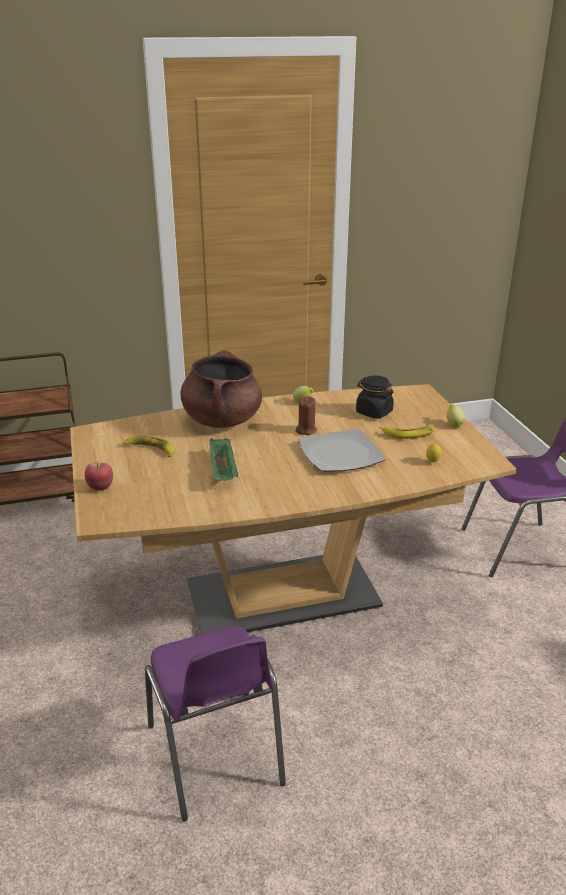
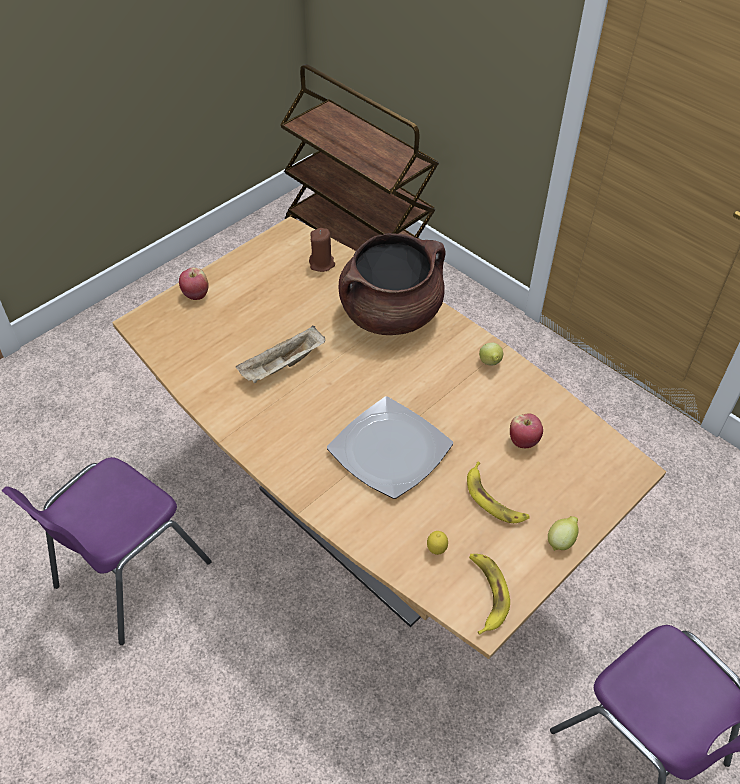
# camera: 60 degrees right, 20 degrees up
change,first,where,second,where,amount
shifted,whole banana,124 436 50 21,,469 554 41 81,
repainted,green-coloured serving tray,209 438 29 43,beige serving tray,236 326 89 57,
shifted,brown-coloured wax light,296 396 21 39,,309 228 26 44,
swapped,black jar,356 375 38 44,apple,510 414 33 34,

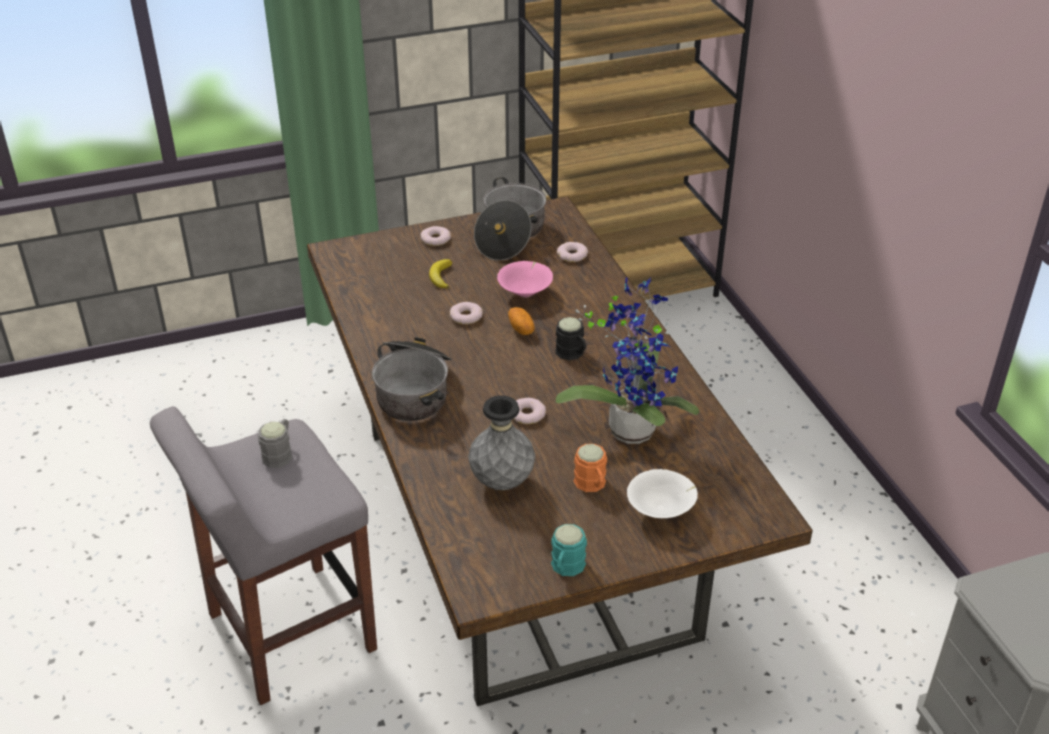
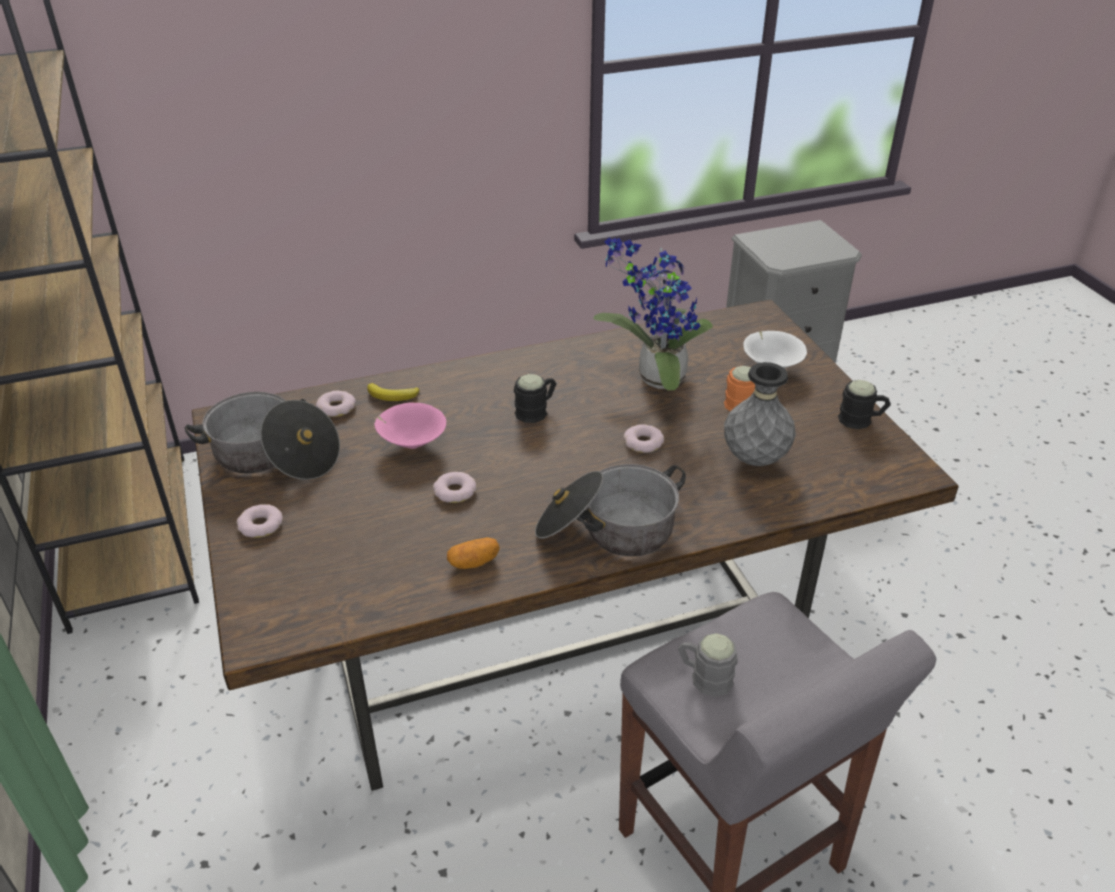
# camera: 90 degrees left, 0 degrees up
change,first,where,second,where,amount
shifted,whole banana,429 259 23 29,,367 383 52 18,
shifted,whole potato,508 307 27 28,,447 537 53 32,
repainted,turquoise tea mug,551 524 36 52,black tea mug,838 380 53 49,

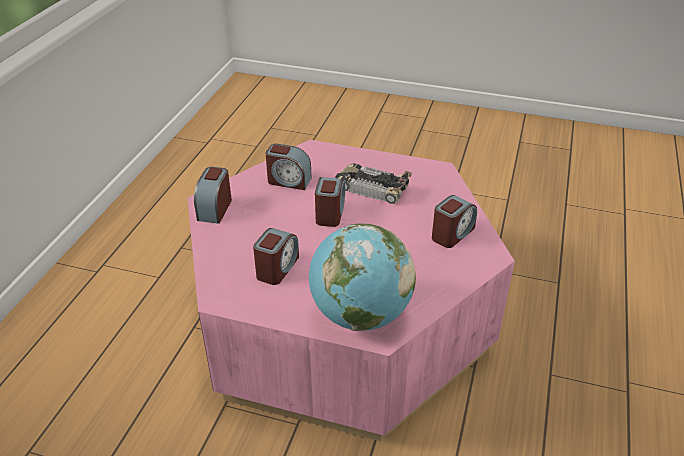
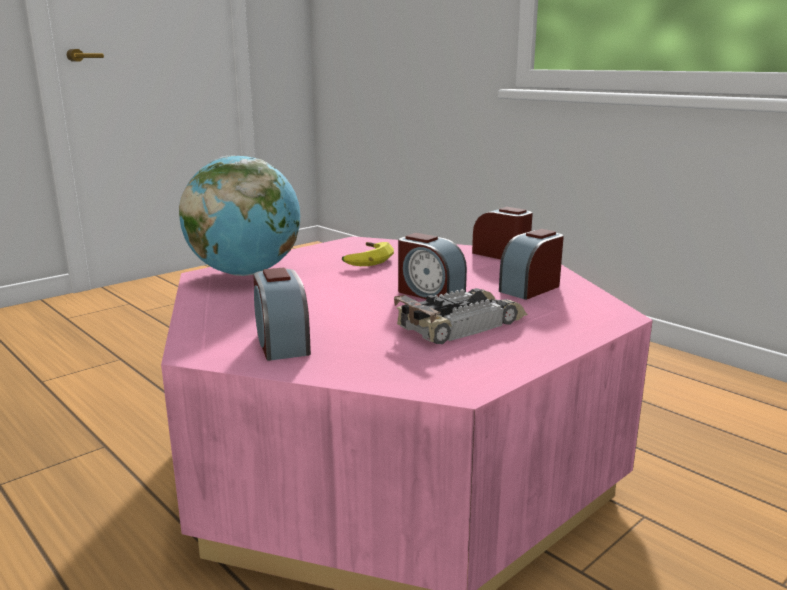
# camera: 120 degrees right, 20 degrees down
change,first,where,second,where,amount
swapped,table clock,253 228 46 57,whole banana,342 242 52 24,

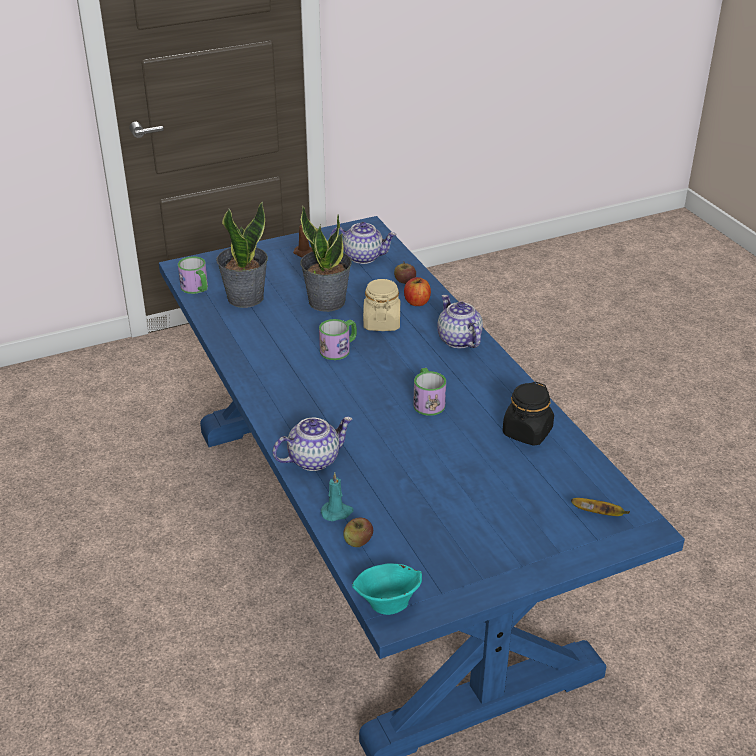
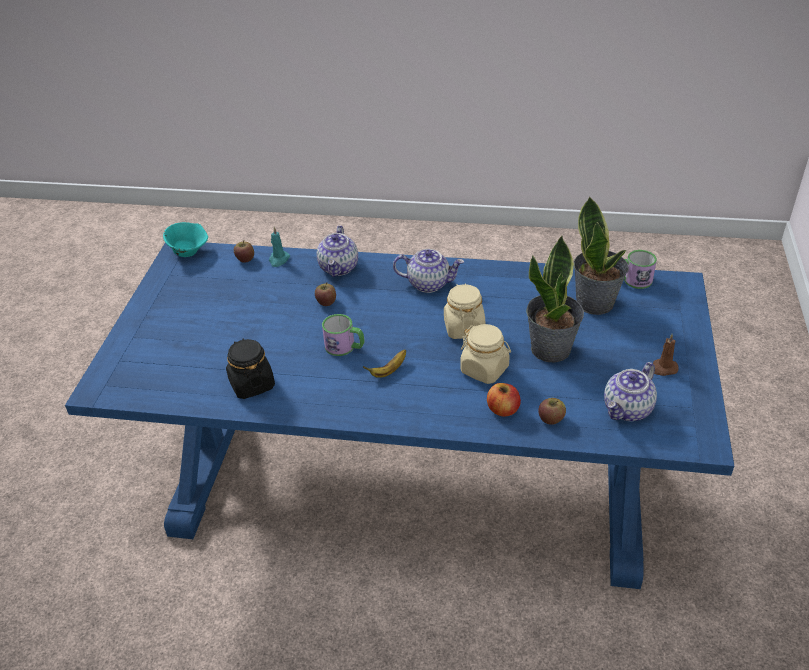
# camera: 125 degrees right, 5 degrees up
change,first,where,second,where,amount
swapped,tea mug,319 319 38 41,beige jar,444 284 41 55,
shifted,teapot,437 295 46 53,,393 249 71 44,
shifted,whole banana,571 498 59 18,,363 349 43 29,
new,,,apple,315 283 21 23,

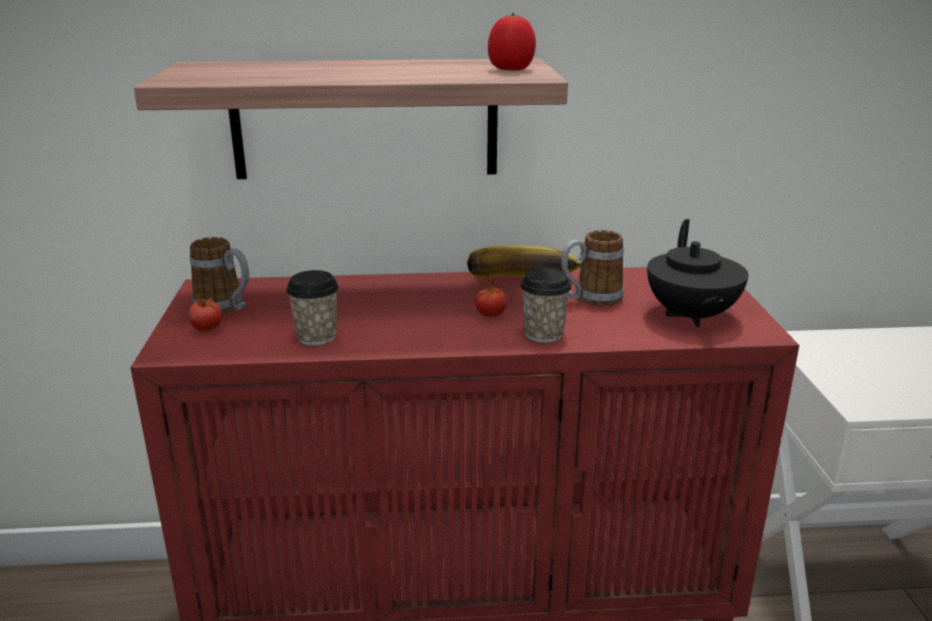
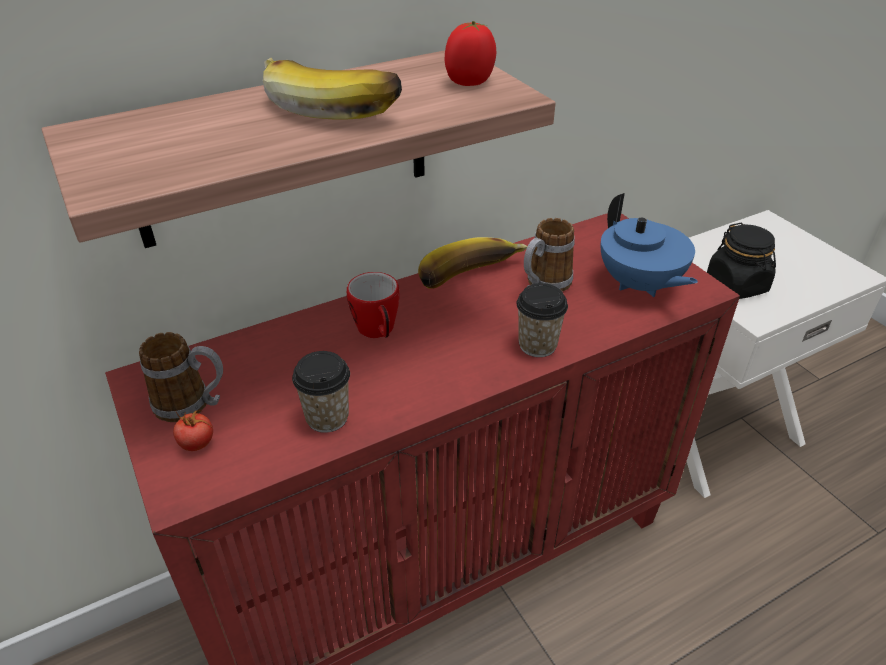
# camera: 25 degrees left, 15 degrees up
change,first,where,second,where,amount
gone,whole tomato,475 277 32 40,,,
repainted,black teapot,647 219 102 108,blue-coloured teapot,600 193 98 104,
new,,,whole banana,263 57 139 63,
new,,,tea mug,347 272 53 66,
new,,,black jar,707 223 69 76,

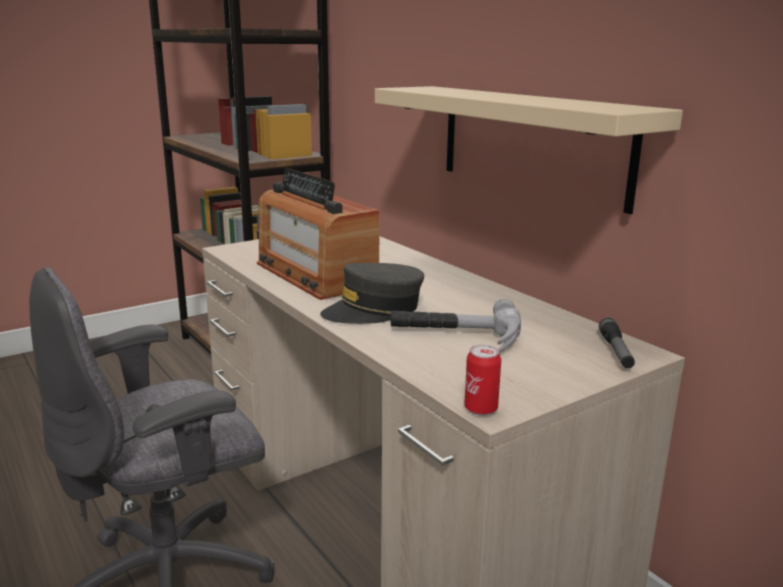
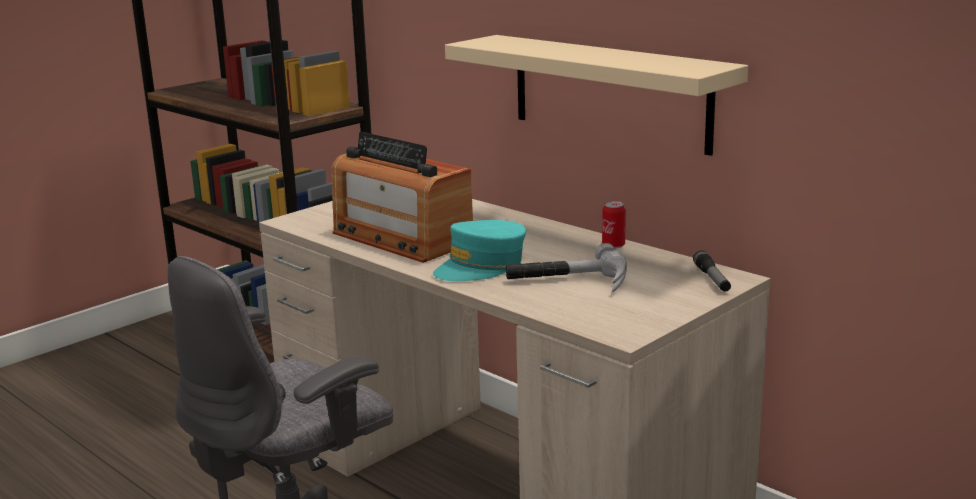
# camera: 10 degrees left, 0 degrees up
change,first,where,second,where,amount
repainted,greyish peaked cap,320 263 104 61,turquoise peaked cap,433 220 93 61,
shifted,can,464 345 37 70,,602 201 24 48,

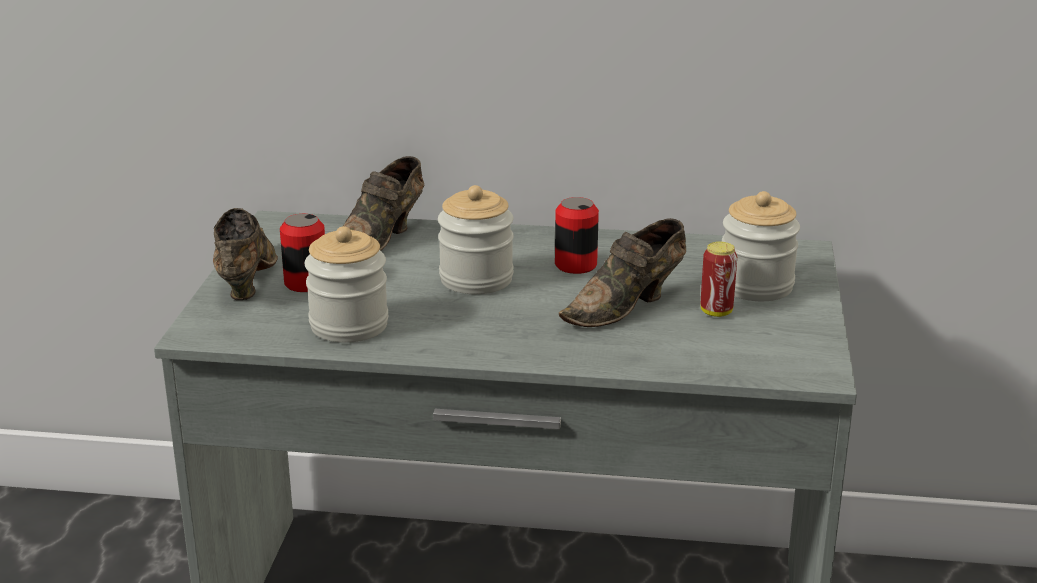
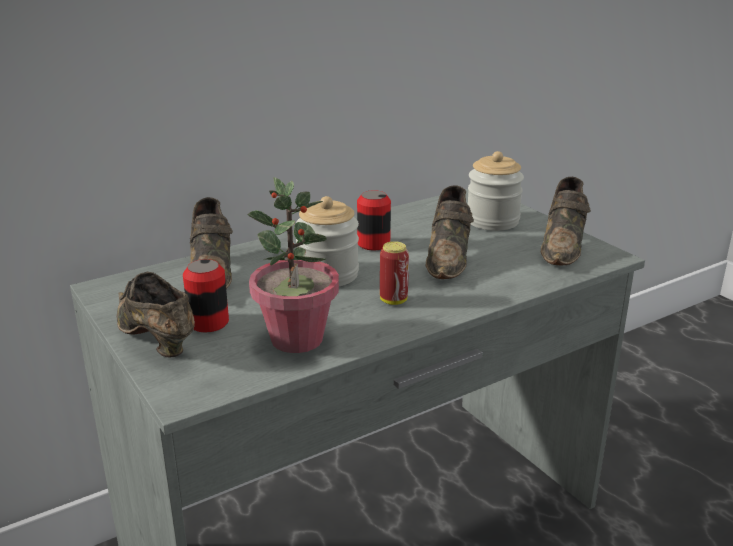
# camera: 40 degrees left, 0 degrees up
change,first,where,second,where,amount
swapped,jar,305 226 83 117,houseplant,248 177 91 176,
shifted,can,701 242 36 75,,380 241 29 64,
new,,,brown-coloured item of footwear,541 177 50 88,

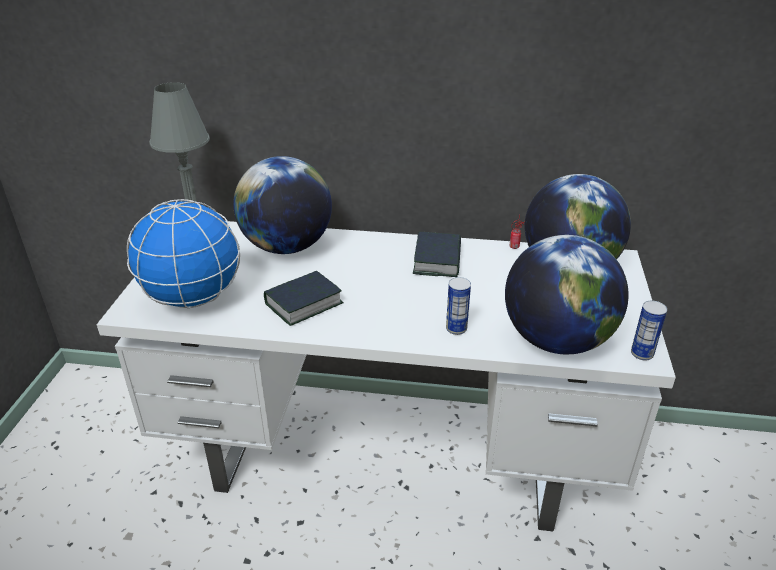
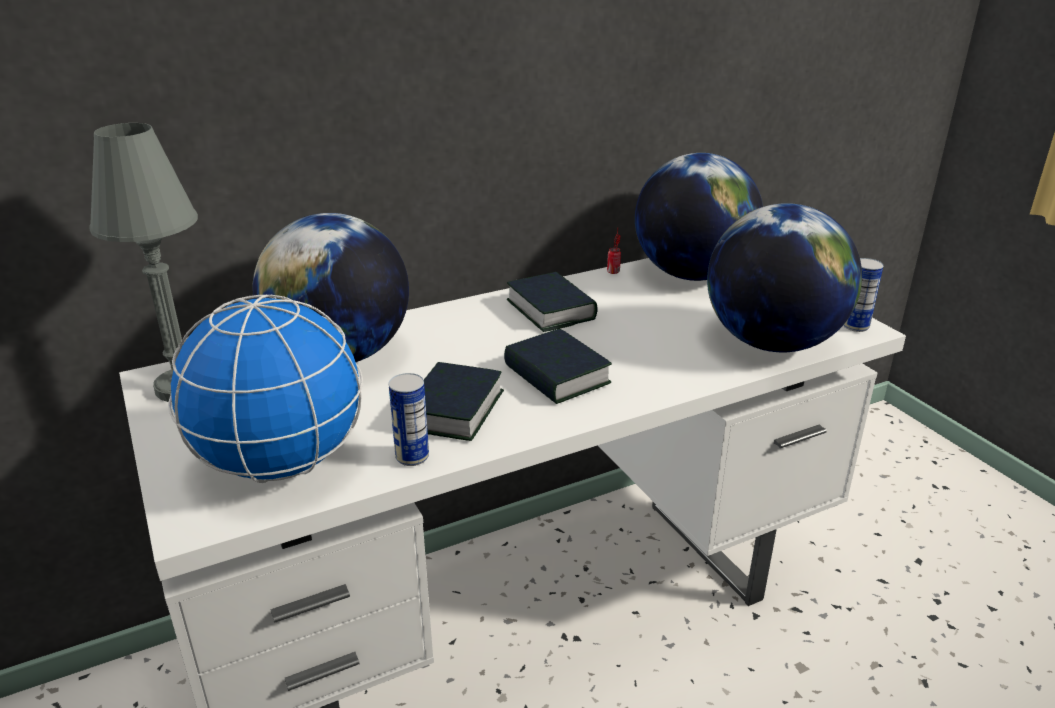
# camera: 35 degrees left, 5 degrees down
change,first,where,second,where,amount
shifted,can,446 277 25 58,,389 373 40 93,
new,,,bound book,504 329 108 75,

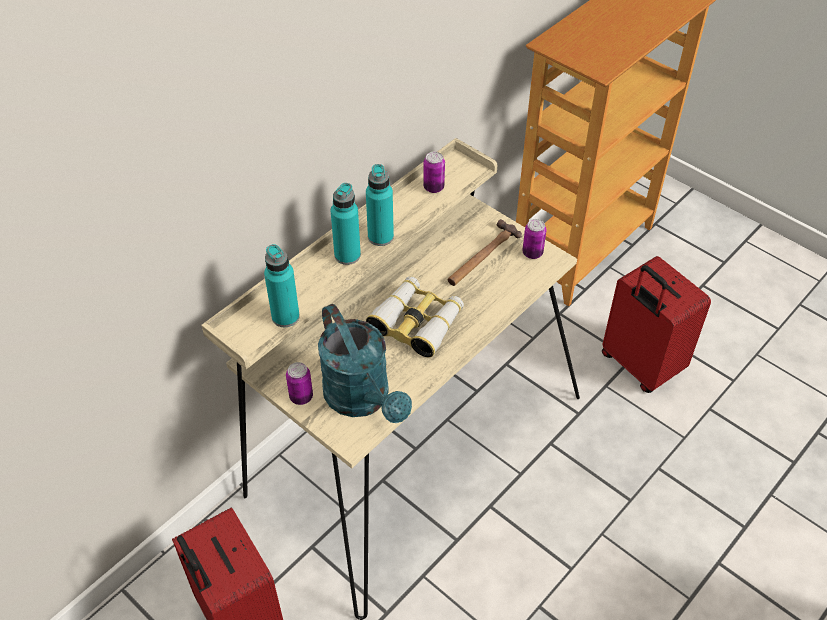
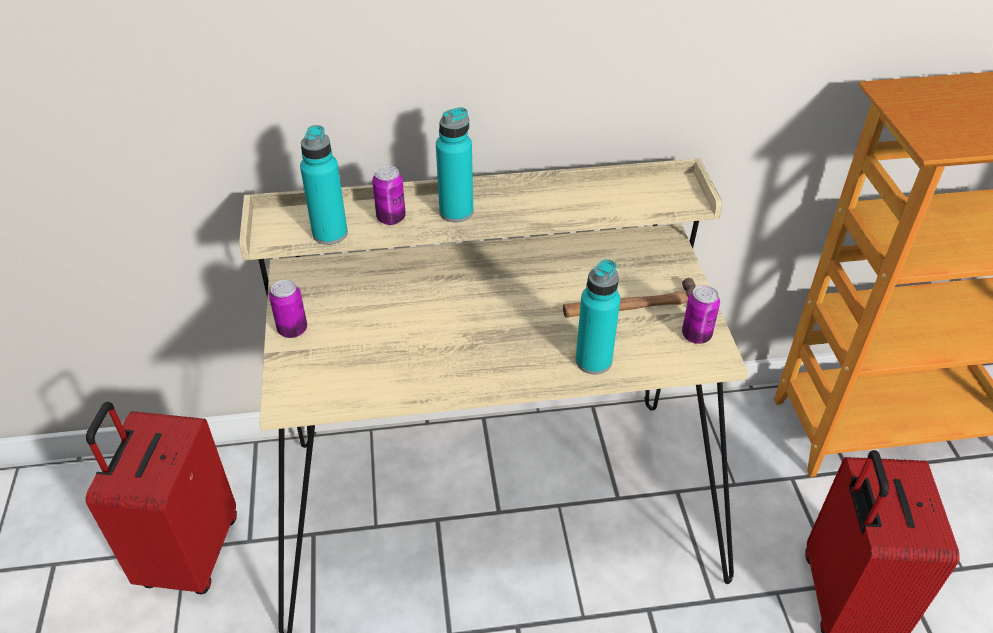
# camera: 40 degrees right, 5 degrees down
change,first,where,second,where,amount
gone,turquoise sprinkling can,318 304 94 119,,,
shifted,turquoise beverage bottle,366 164 28 82,,576 259 44 115,
gone,binoculars,366 276 98 82,,,
shifted,can,423 152 22 41,,372 165 34 60,

